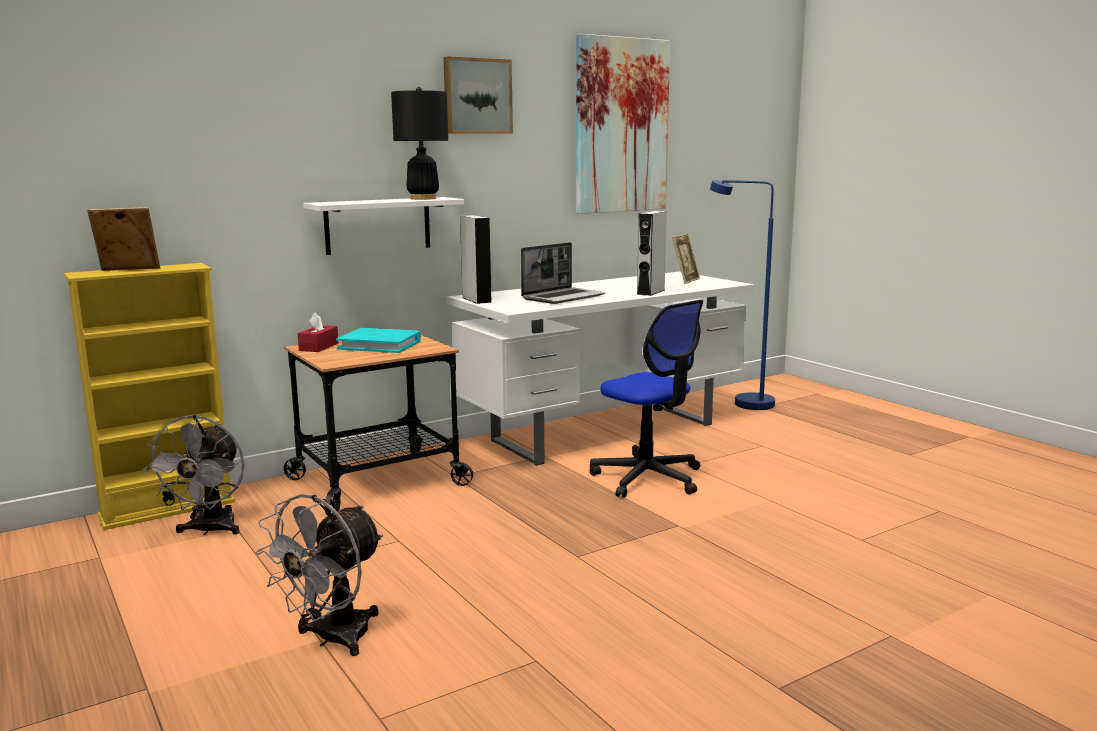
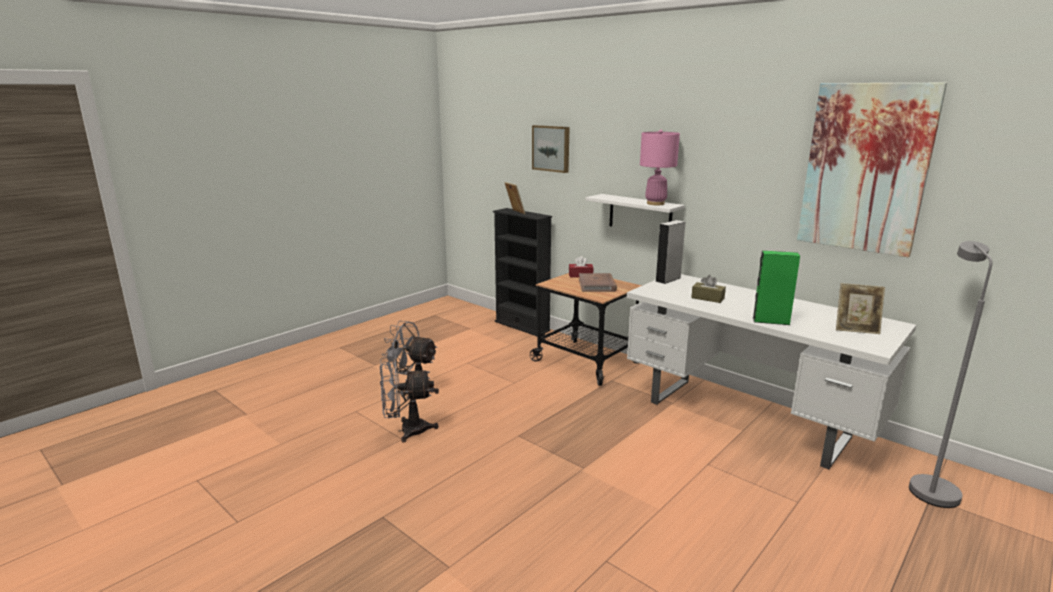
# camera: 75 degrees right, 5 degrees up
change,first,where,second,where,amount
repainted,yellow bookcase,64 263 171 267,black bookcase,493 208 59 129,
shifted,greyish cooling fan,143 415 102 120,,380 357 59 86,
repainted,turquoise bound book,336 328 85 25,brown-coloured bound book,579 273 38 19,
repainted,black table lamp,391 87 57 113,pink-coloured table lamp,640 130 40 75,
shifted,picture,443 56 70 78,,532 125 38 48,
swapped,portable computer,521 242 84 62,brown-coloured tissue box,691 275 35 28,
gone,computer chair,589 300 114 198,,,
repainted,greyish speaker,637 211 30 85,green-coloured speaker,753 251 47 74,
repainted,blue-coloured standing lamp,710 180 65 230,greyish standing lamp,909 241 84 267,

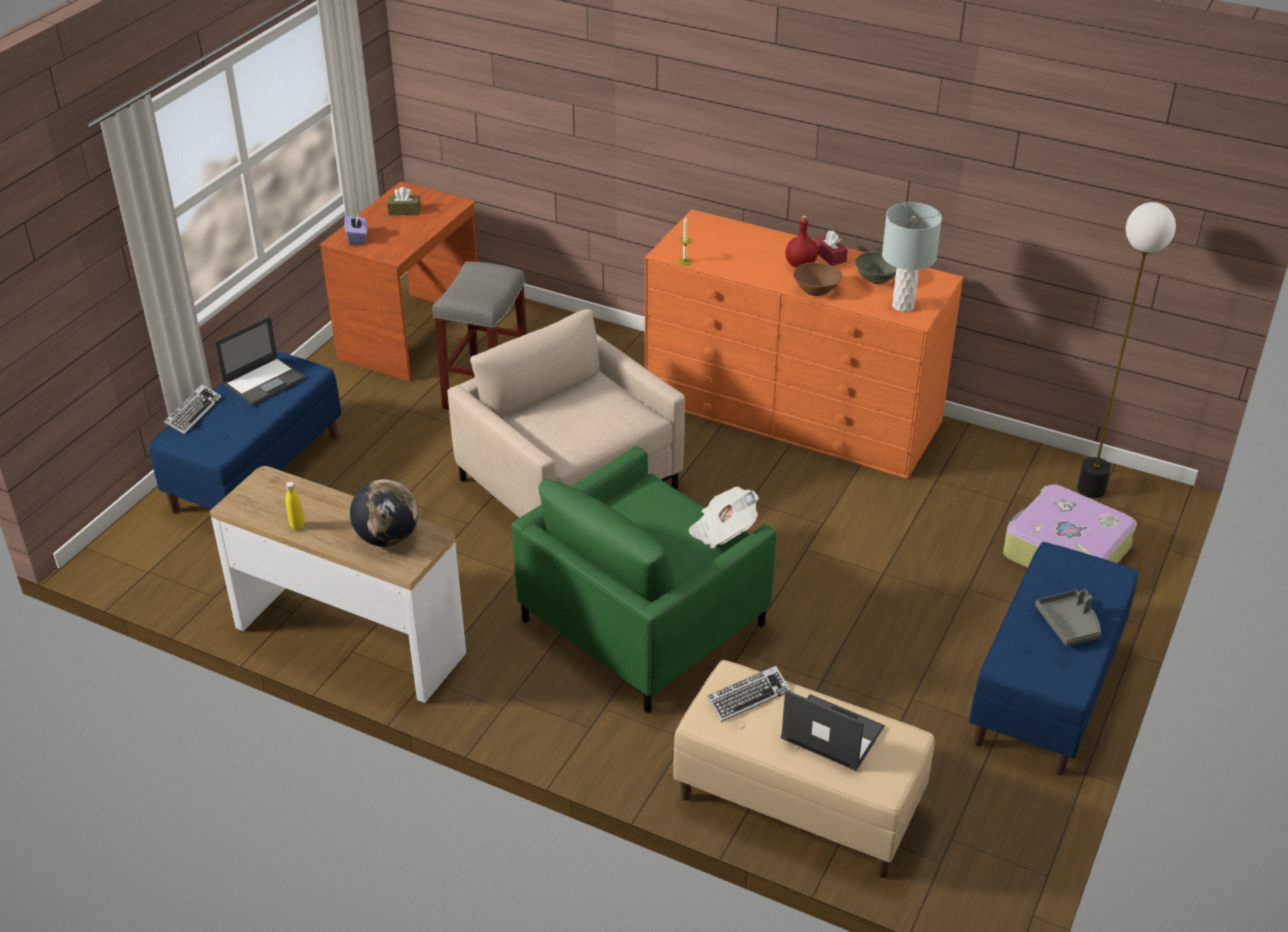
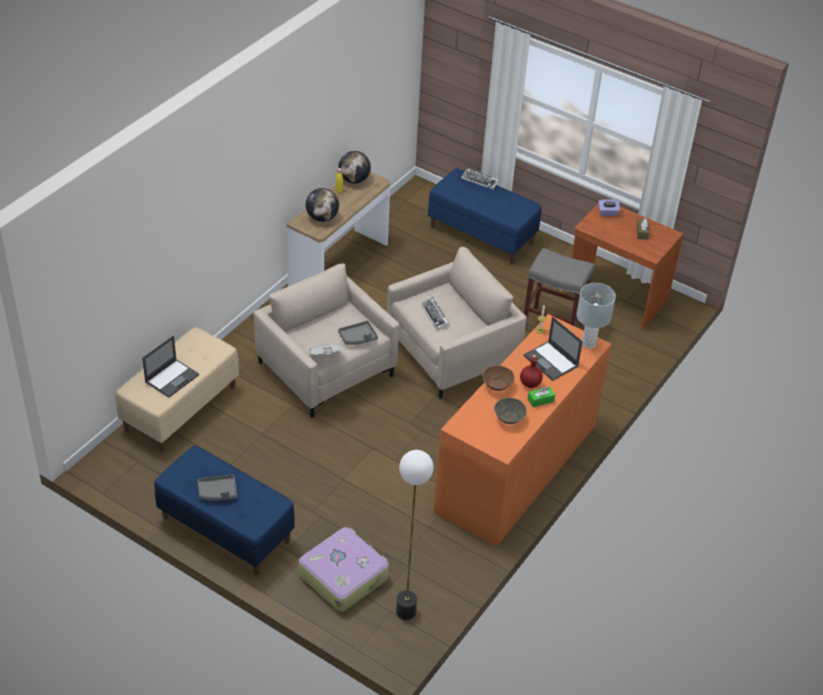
# camera: 95 degrees right, 5 degrees up
change,first,where,second,where,amount
shifted,portable computer,215 316 91 90,,524 317 59 64,
repainted,green-coloured armchair,511 446 265 267,beige armchair,254 263 145 155,
shifted,PC keyboard,707 666 83 56,,421 297 28 33,
repainted,red-coloured tissue box,814 230 34 36,green-coloured tissue box,528 387 27 20,
shifted,greyish table lamp,882 202 60 110,,577 283 39 66,
new,,,world globe,338 151 33 32,
new,,,greyish serving tray,338 321 40 24,

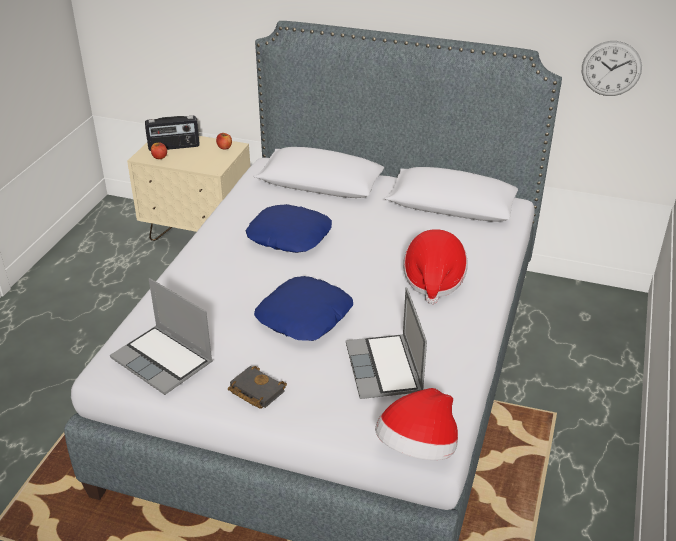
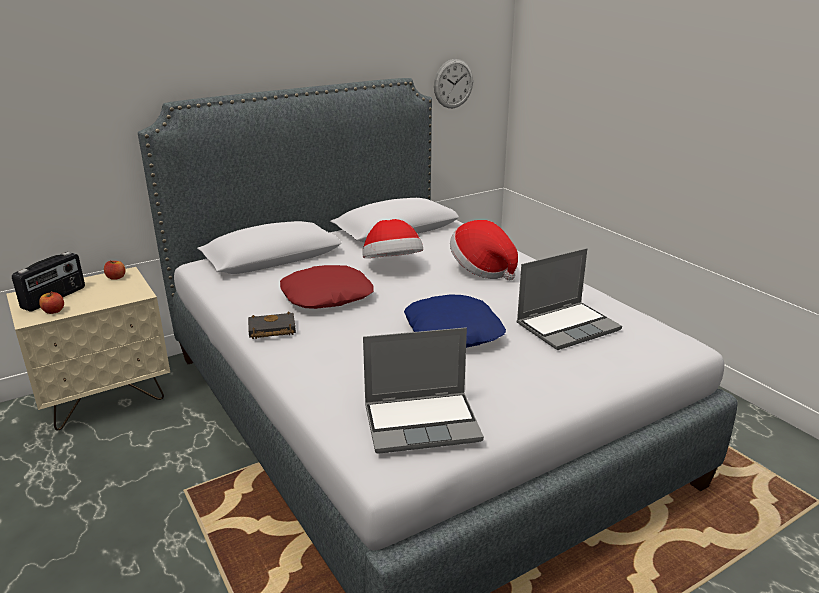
# camera: 50 degrees left, 10 degrees down
change,first,where,second,where,amount
shifted,black bound book,228 366 59 43,,248 311 48 28,
repainted,blue-coloured pillow,245 204 87 49,red-coloured pillow,280 265 94 44,
rotated,portable computer,346 287 81 112,,516 248 106 102,60 degrees counterclockwise
shifted,hat,375 388 83 72,,363 219 60 39,

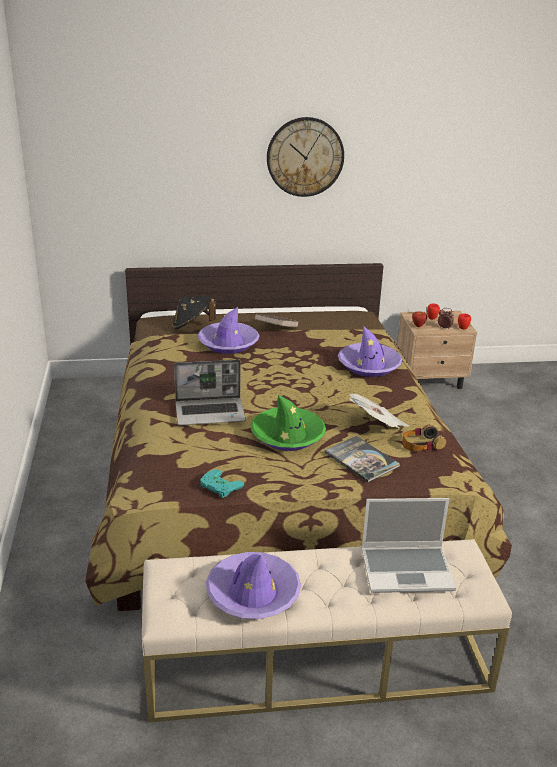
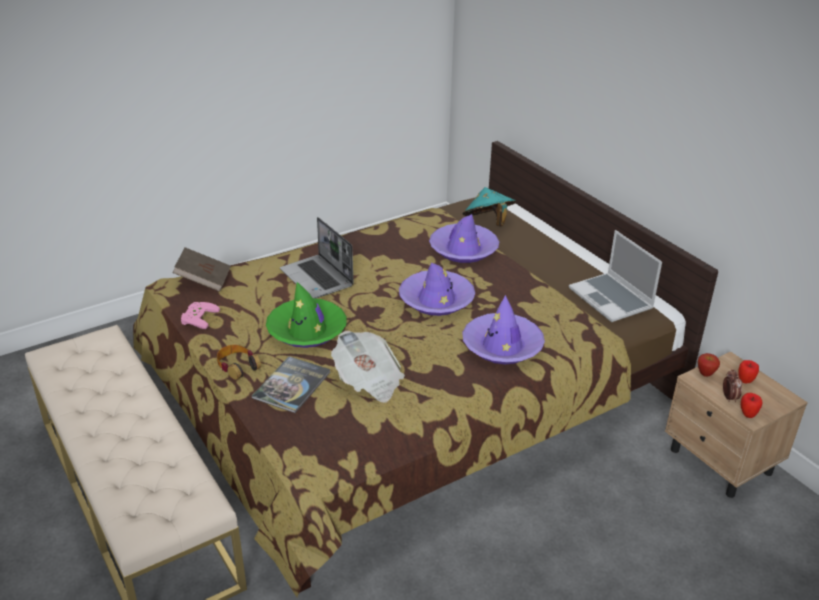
# camera: 65 degrees right, 5 degrees up
change,first,where,second,where,amount
repainted,black hat,172 296 44 34,turquoise hat,462 187 54 39,
repainted,turquoise joypad,200 469 44 29,pink-coloured joypad,181 302 39 27,
shifted,purple-coloured hat,206 552 95 67,,399 263 76 53,
shifted,brown-coloured bound book,254 313 45 15,,172 247 59 45,
gone,hanging clock,267 117 77 80,,,
shifted,portable computer,361 498 95 95,,569 230 93 92,
shifted,pair of headphones,402 424 44 27,,217 345 44 35,

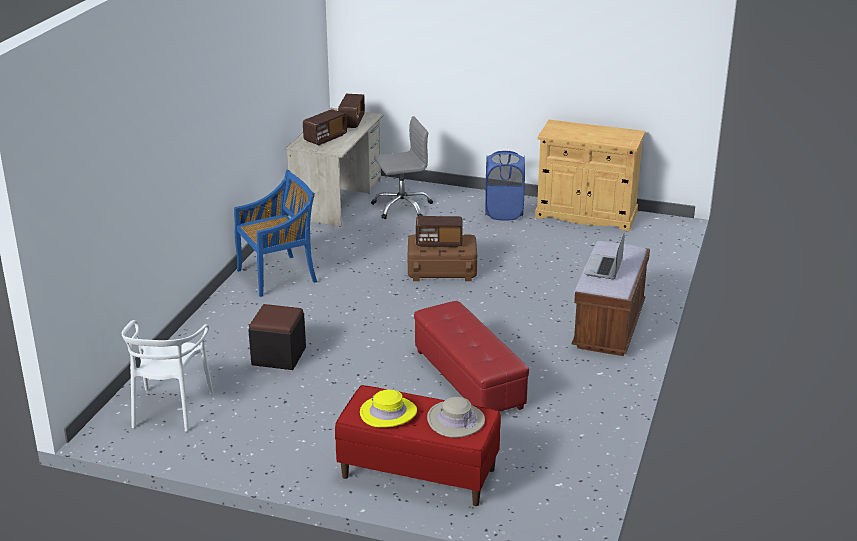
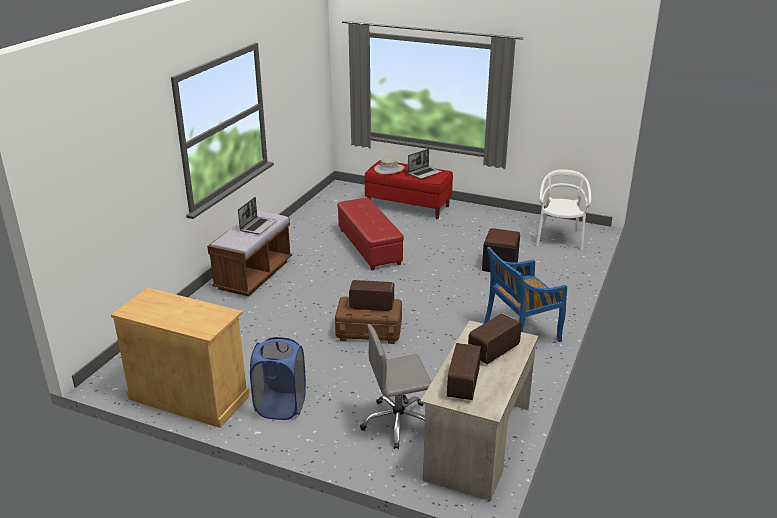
# camera: 175 degrees left, 0 degrees up
change,first,where,second,where,amount
swapped,yellow hat,360 389 57 39,portable computer,408 149 33 30,

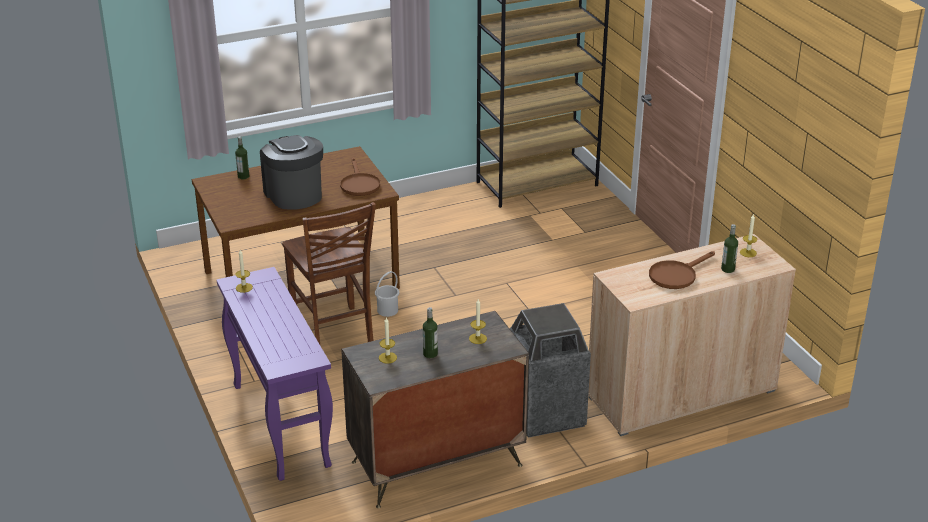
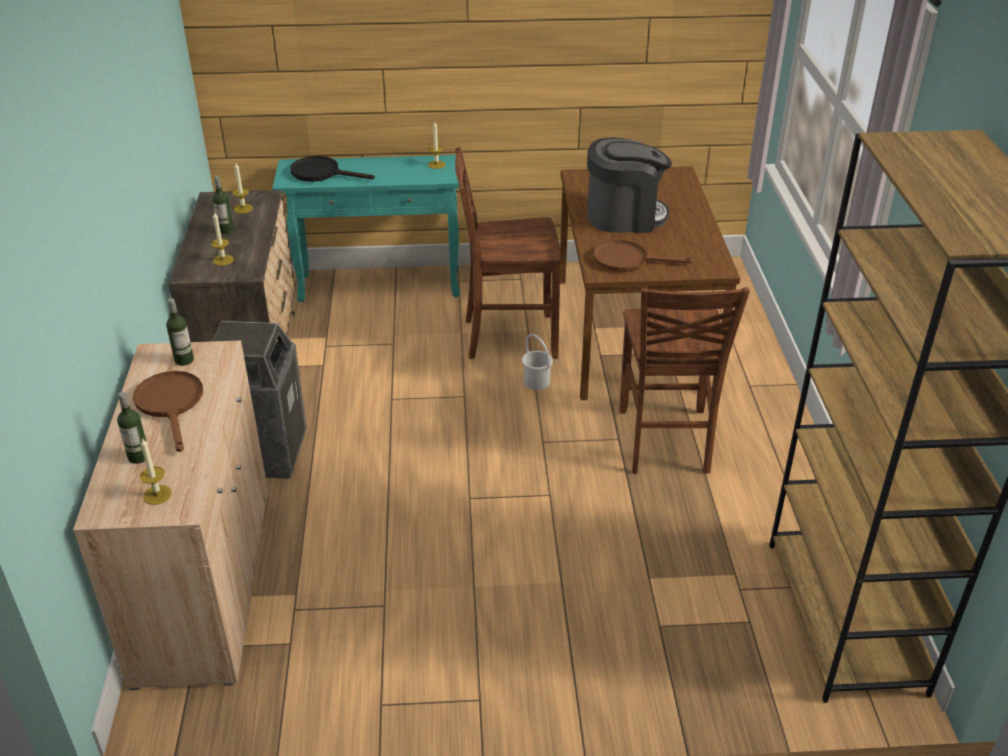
# camera: 110 degrees right, 5 degrees up
change,first,where,second,where,amount
repainted,purple-coloured hall table,217 267 116 214,turquoise hall table,272 155 192 147,
shifted,beverage bottle,235 136 14 43,,166 298 28 68,
new,,,black frying pan,290 156 85 26,
new,,,brown-coloured chair,620 287 130 187,

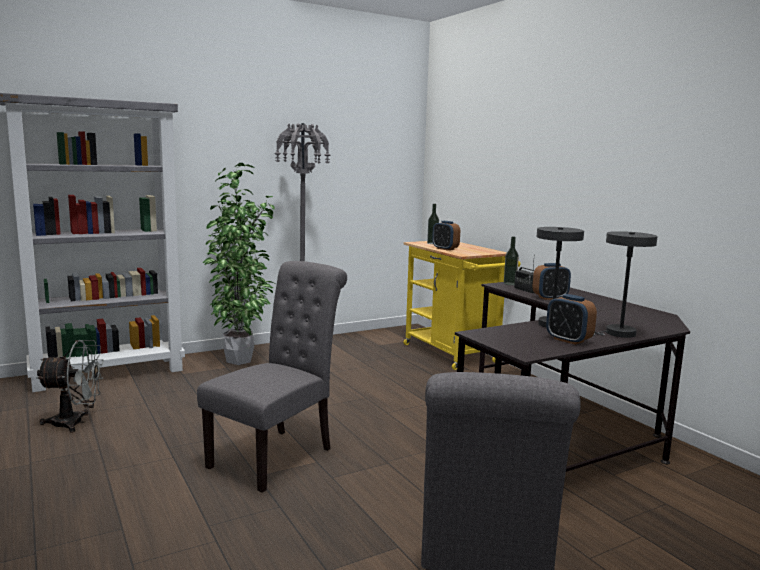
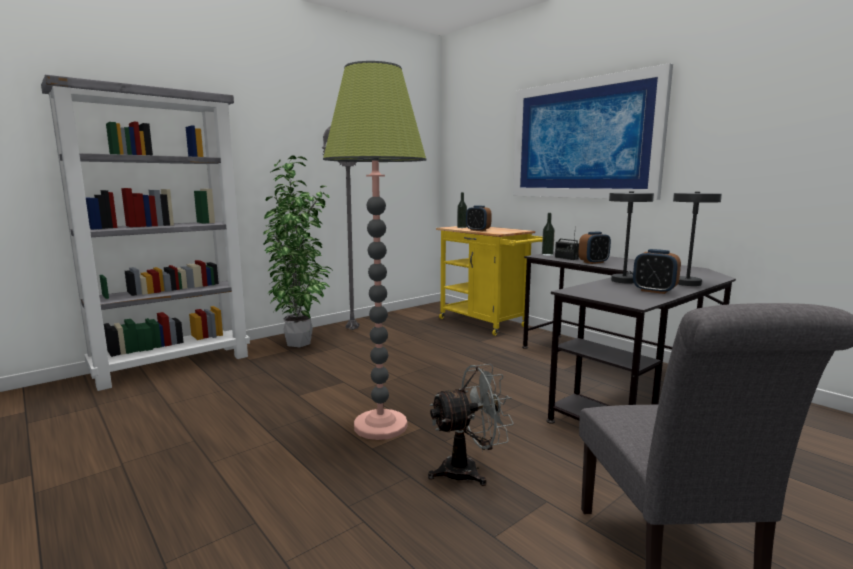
# camera: 10 degrees left, 0 degrees up
change,first,where,second,where,amount
shifted,greyish cooling fan,36 340 68 93,,428 364 86 122,
swapped,greyish chair,197 261 150 231,standing lamp,323 61 103 379,
new,,,picture,513 63 160 137,

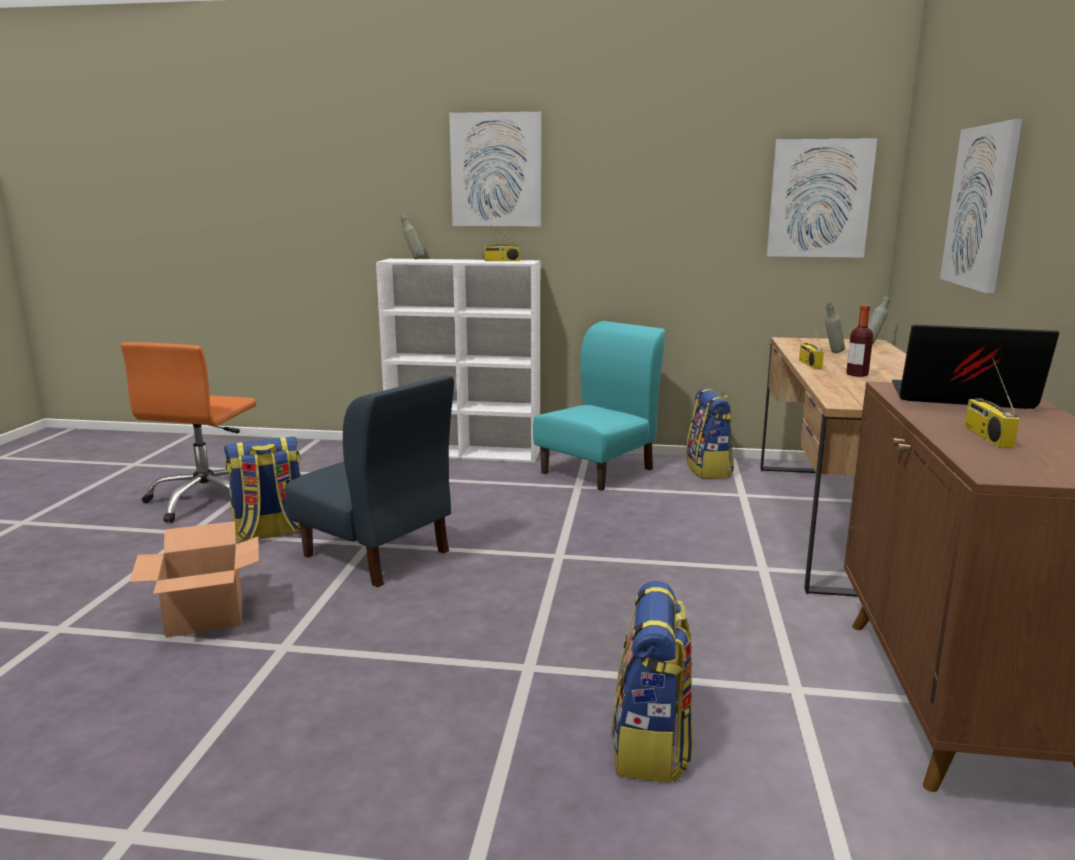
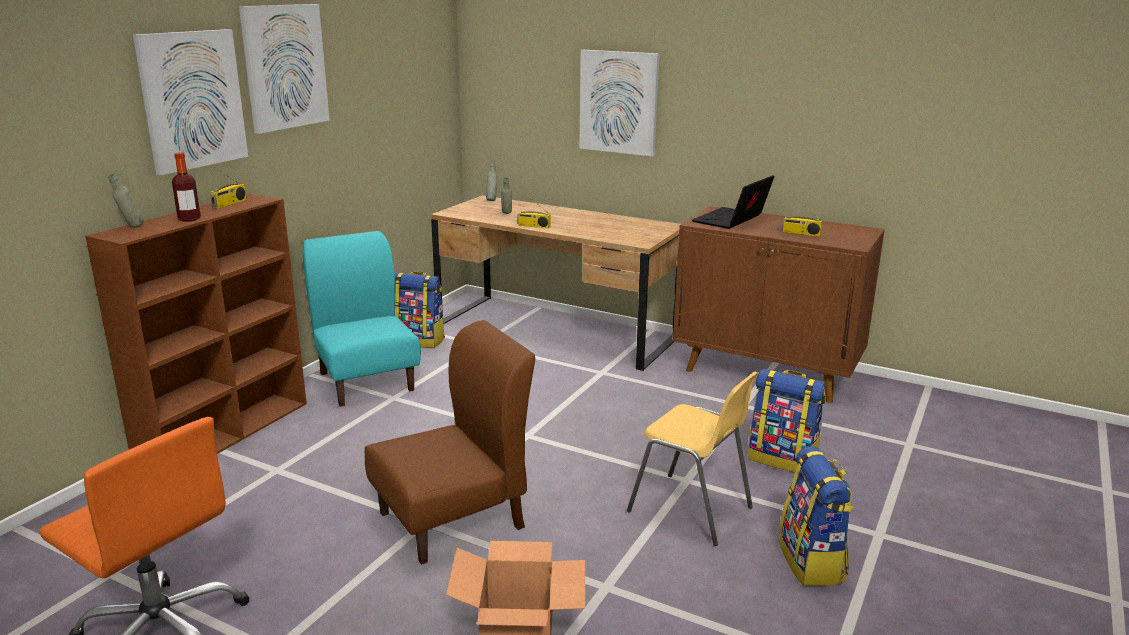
# camera: 70 degrees left, 5 degrees up
change,first,where,second,where,amount
shifted,rucksack,224 436 77 107,,779 446 75 140,
repainted,blue-coloured chair,285 375 169 212,brown-coloured chair,365 320 170 245,
repainted,whitish bookcase,376 259 164 203,brown-coloured bookcase,85 193 222 261,
shifted,picture,766 138 111 120,,239 4 91 130,
shifted,beverage bottle,846 305 27 72,,172 153 29 68,
new,,,yellow chair,627 372 132 174,

